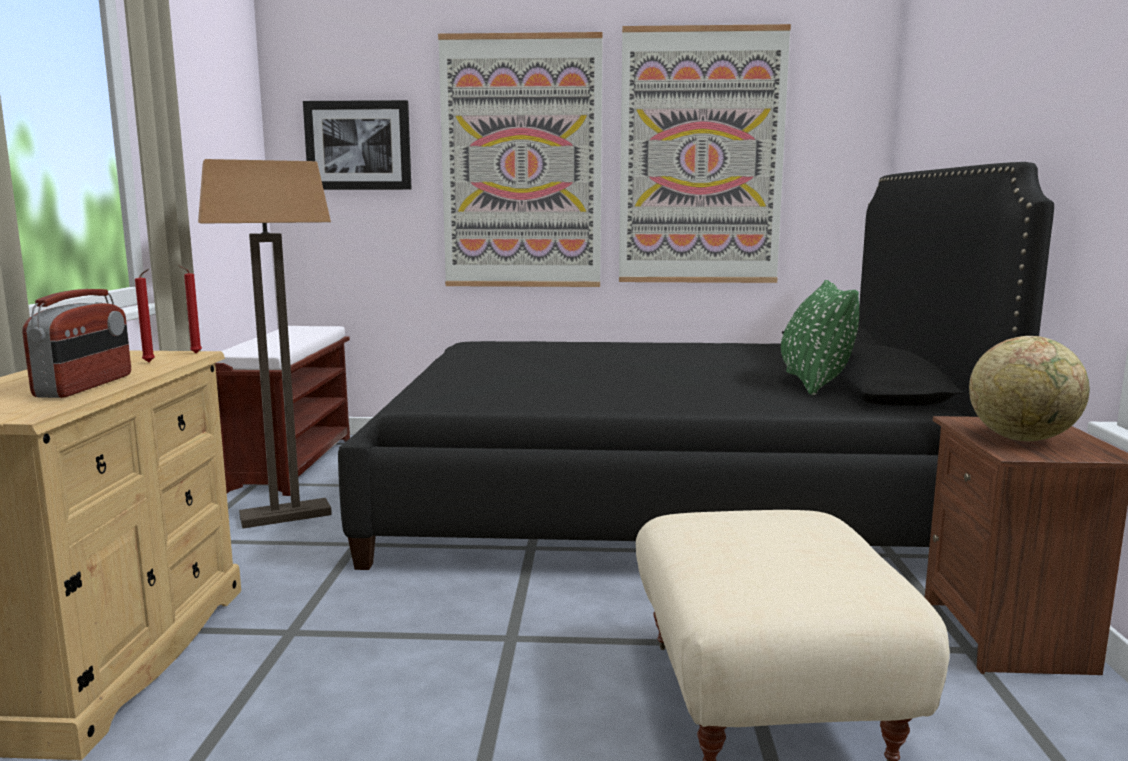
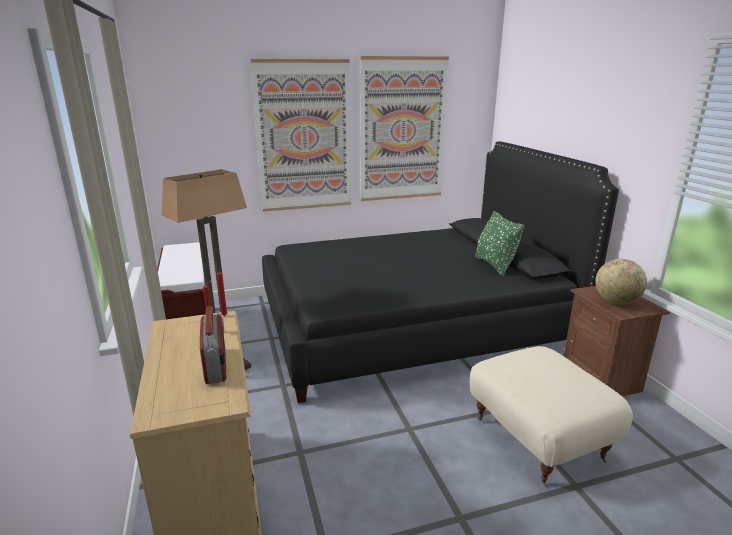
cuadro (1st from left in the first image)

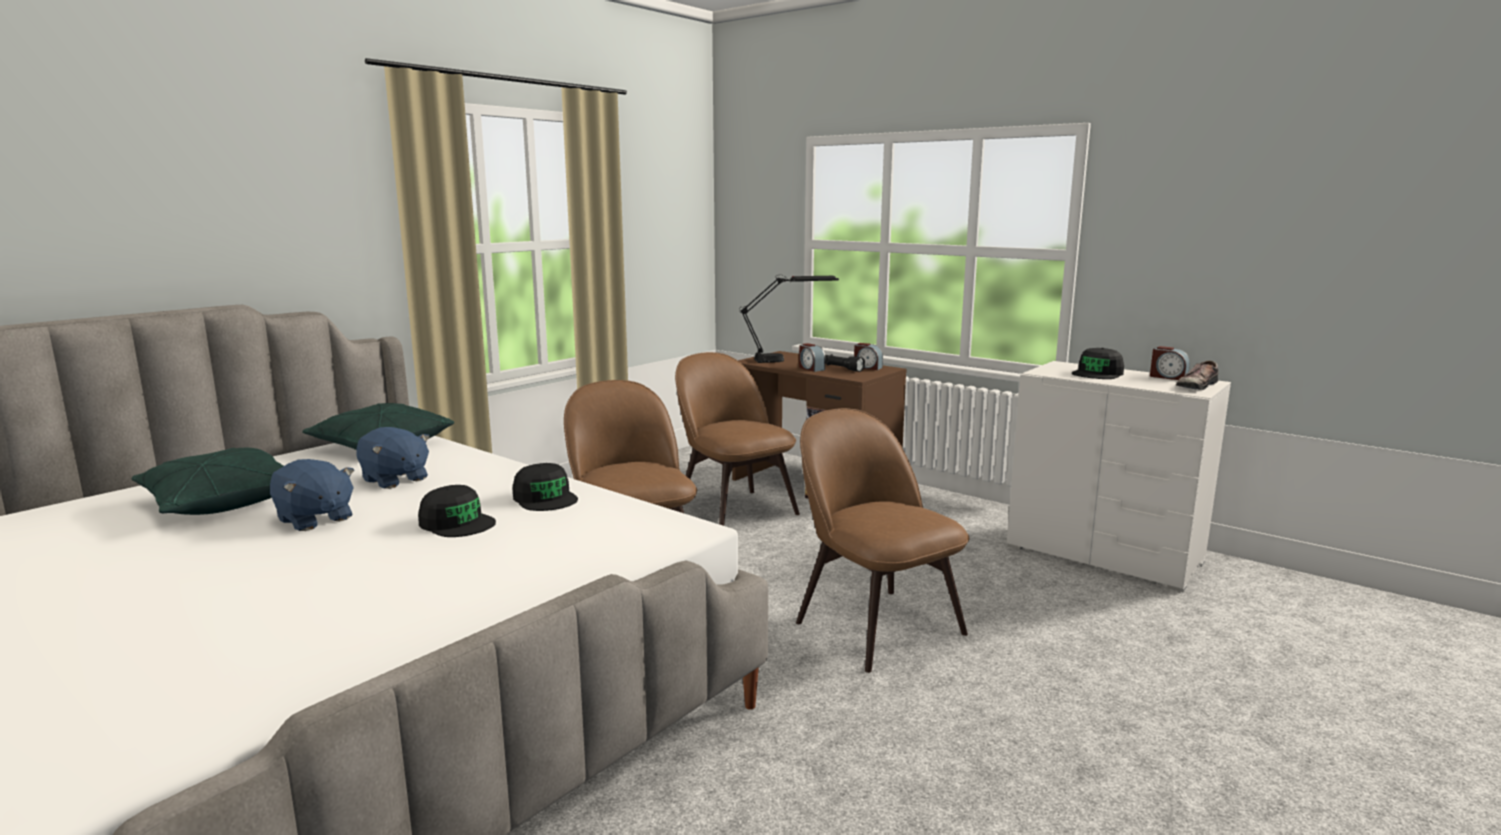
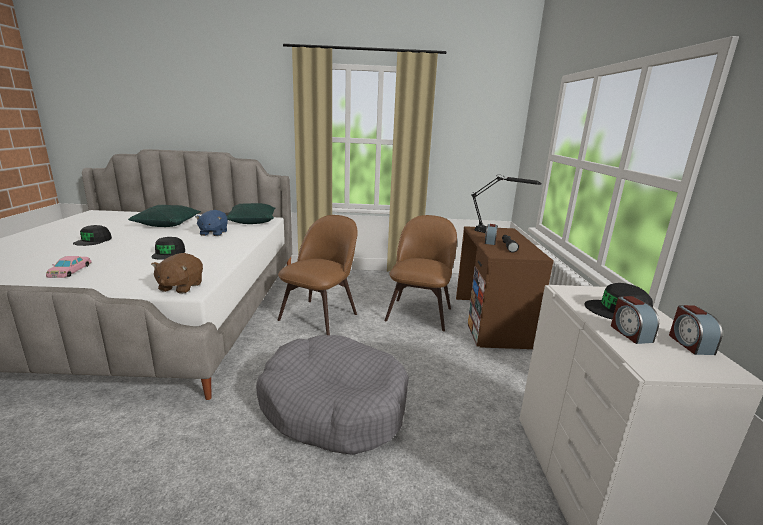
despertador (2nd from left)
zapato
cama para perro/gris
peluche/azul (1st from left in the first image)
gorra/negro (1st from left)
peluche/marrón
coche de juguete/rosa

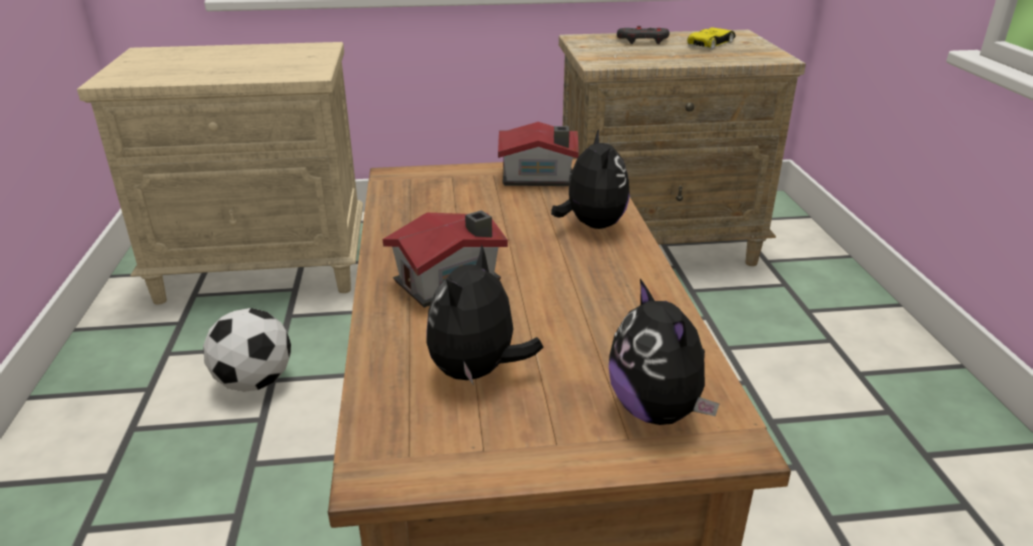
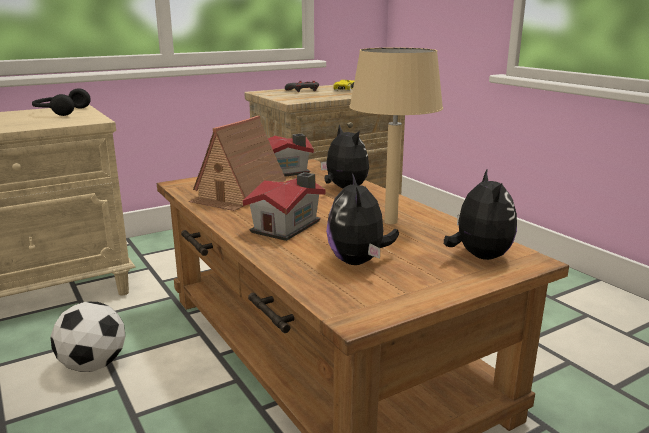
peluche (3rd from left)
lámpara de mesa/beis
auriculares/negro
casita (1st from left)

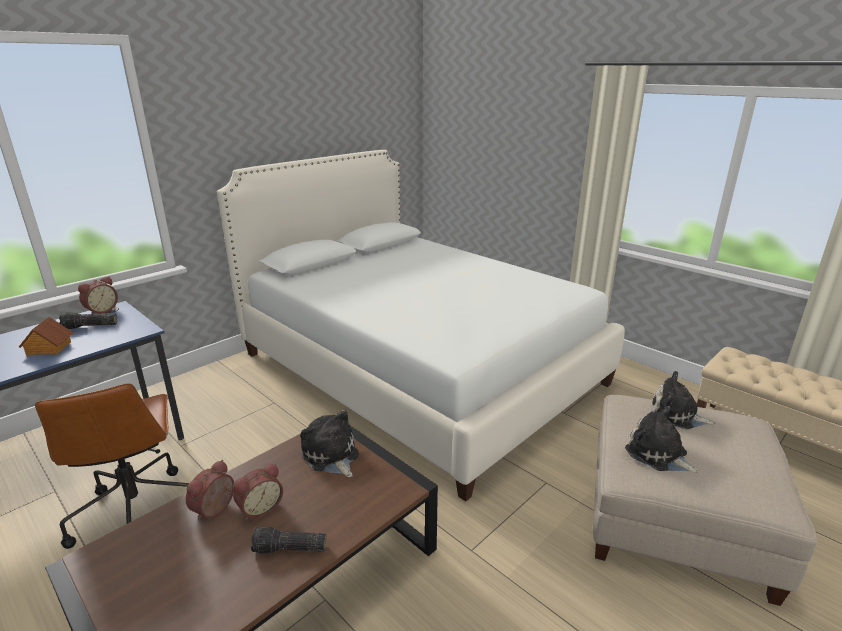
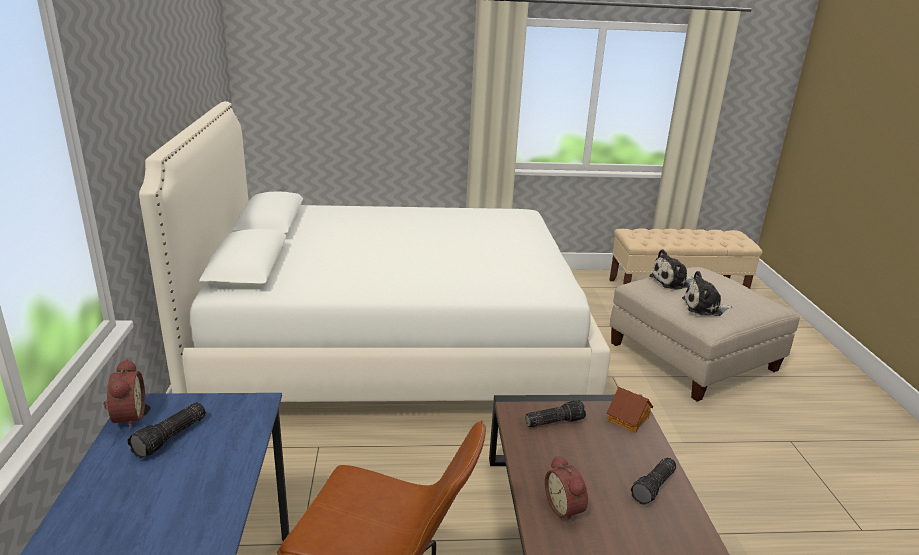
casita
linterna (2nd from left)
despertador (3rd from left in the first image)

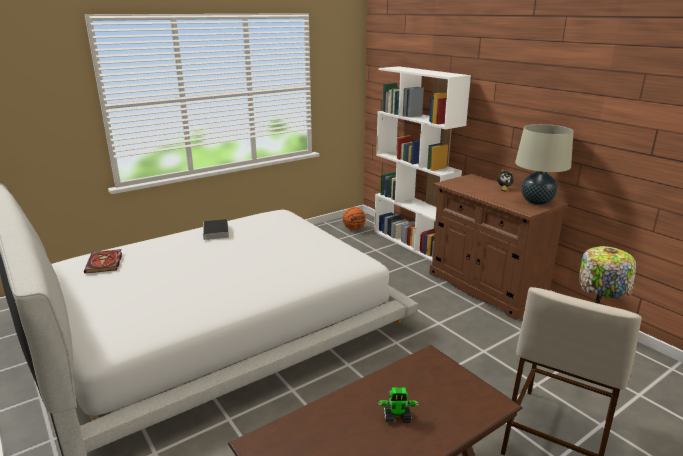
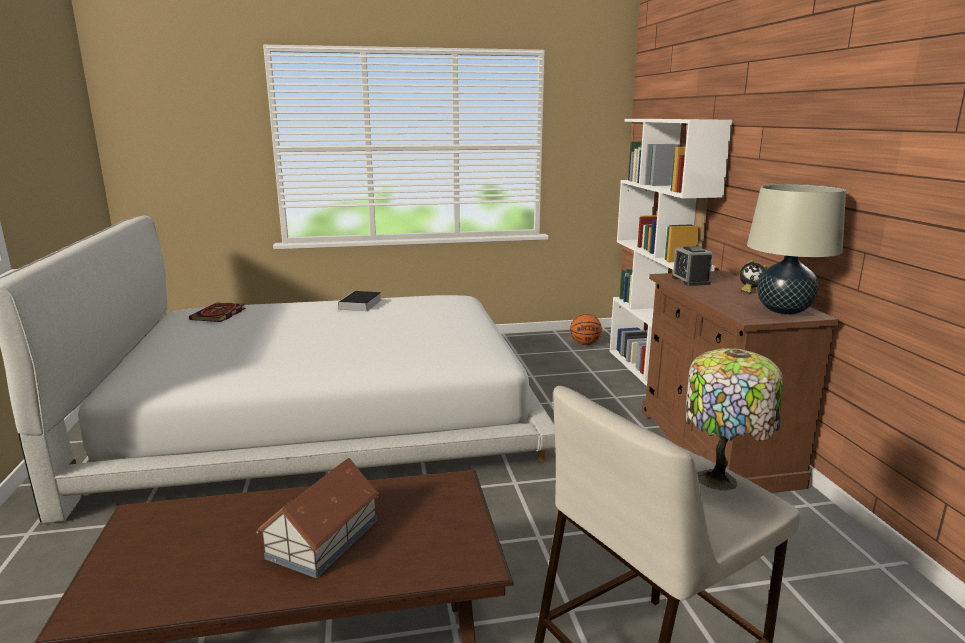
casita
despertador (1st from left)

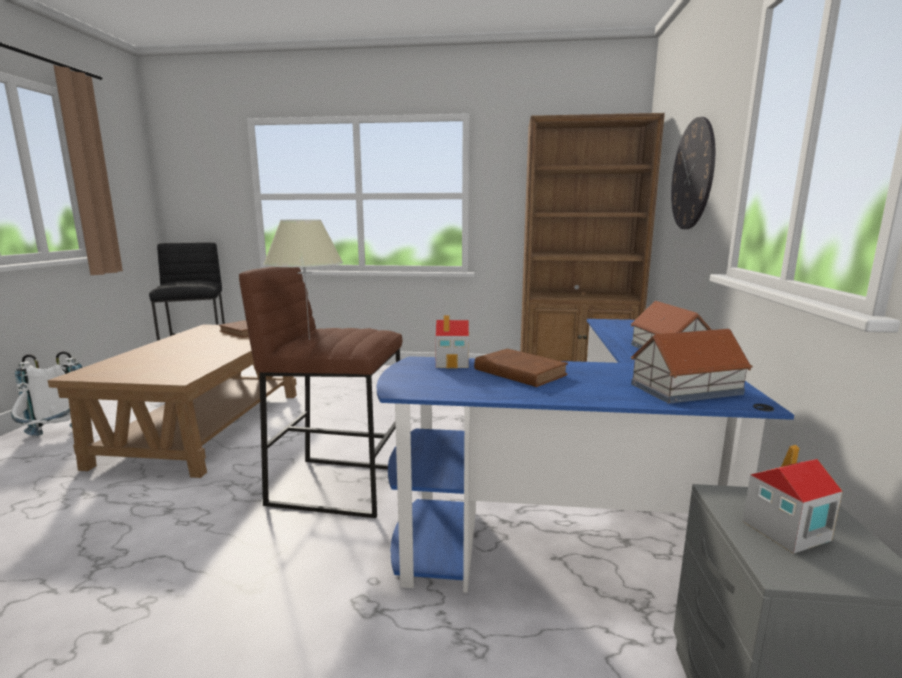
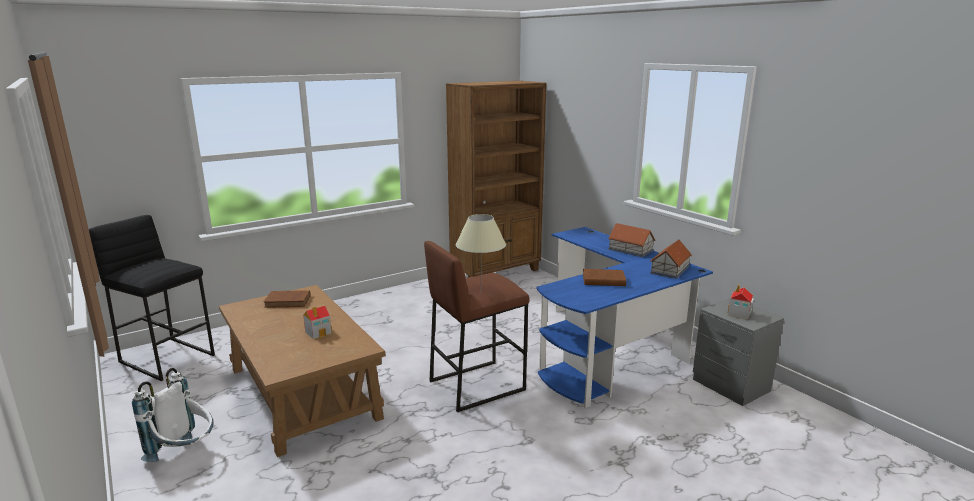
reloj de pared
casita (1st from left)

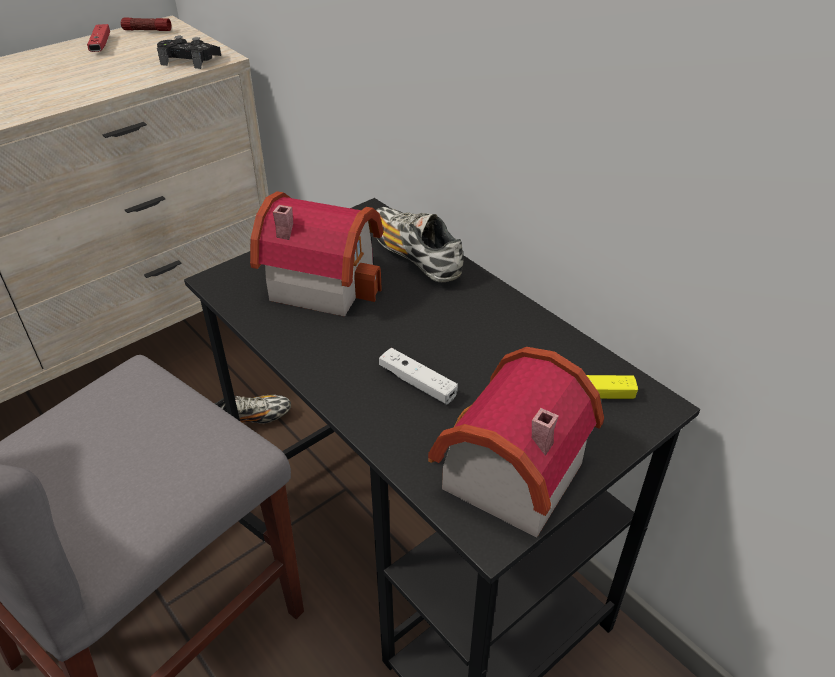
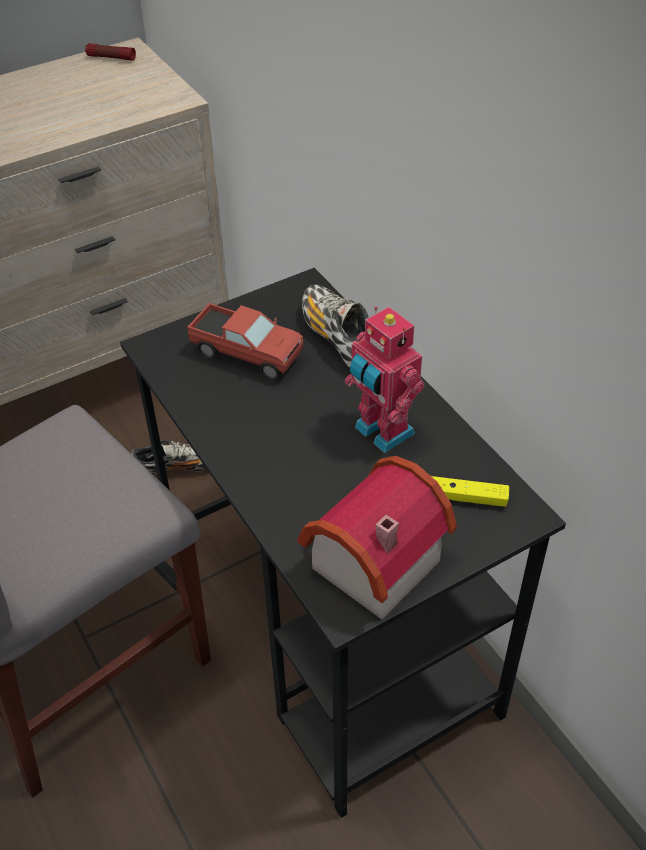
mando de consola/rojo
mando de consola/negro
camión de juguete
mando de consola/blanco
robot de juguete

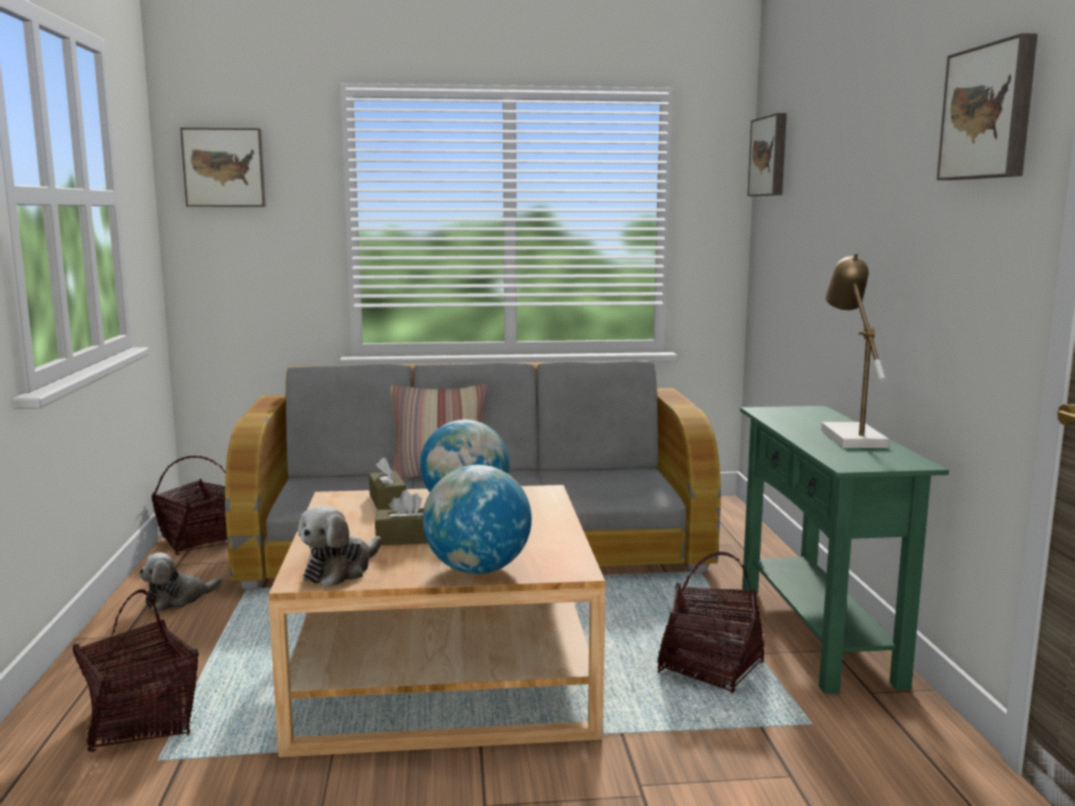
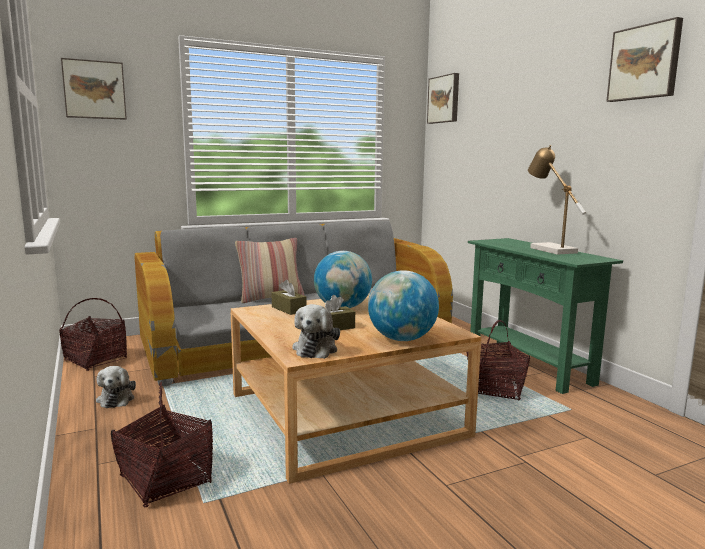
peluche (1st from left)

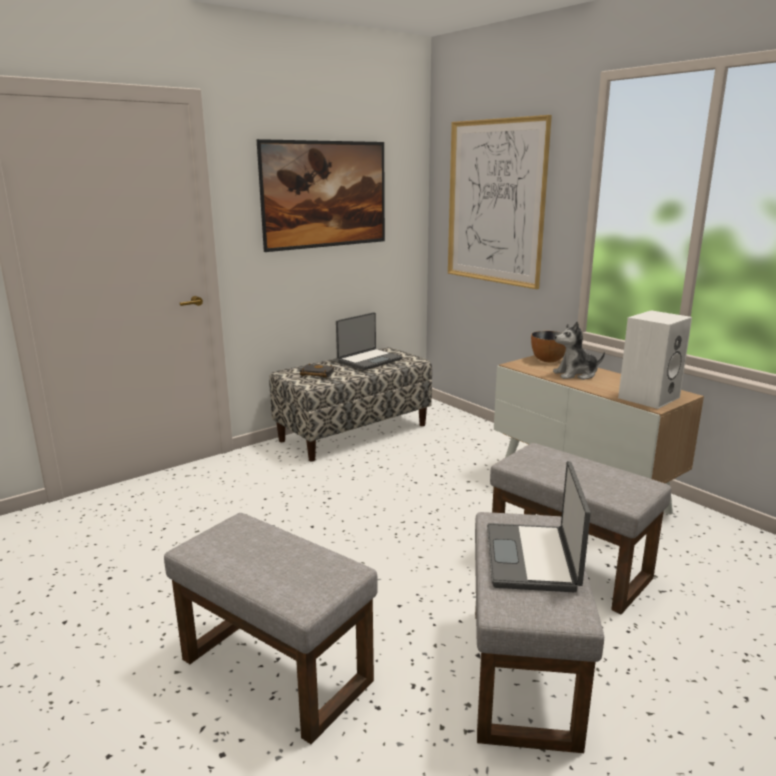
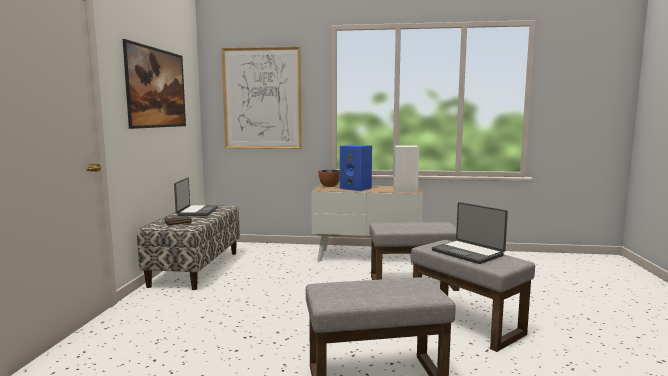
altavoz/azul

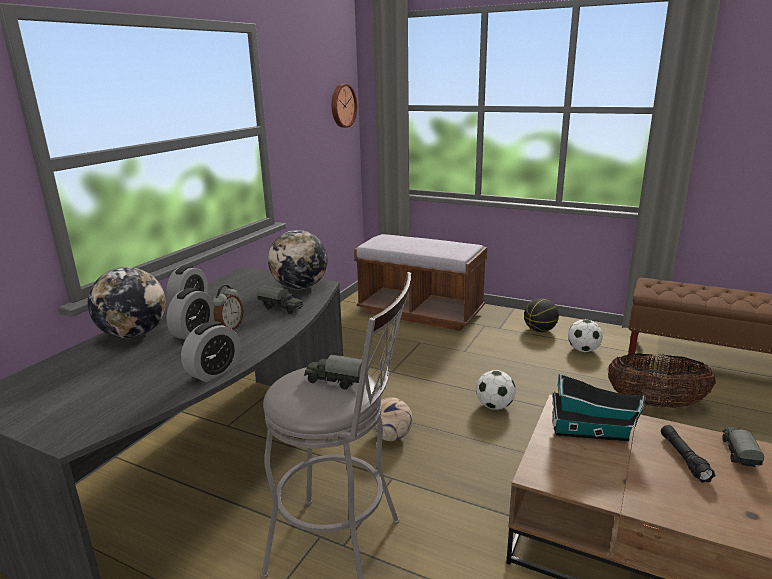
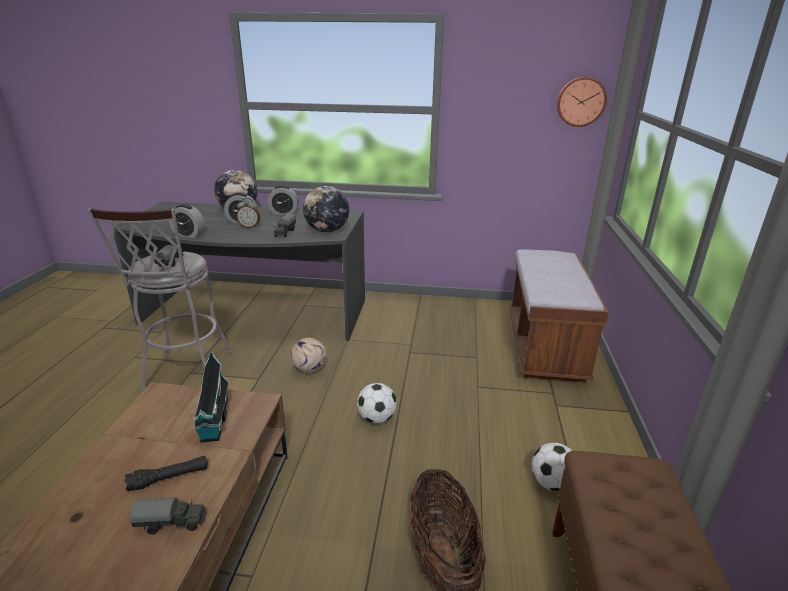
balón de baloncesto

